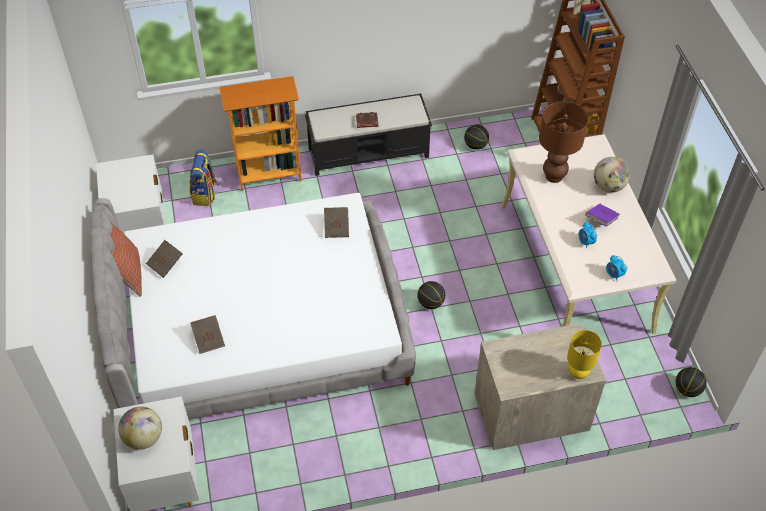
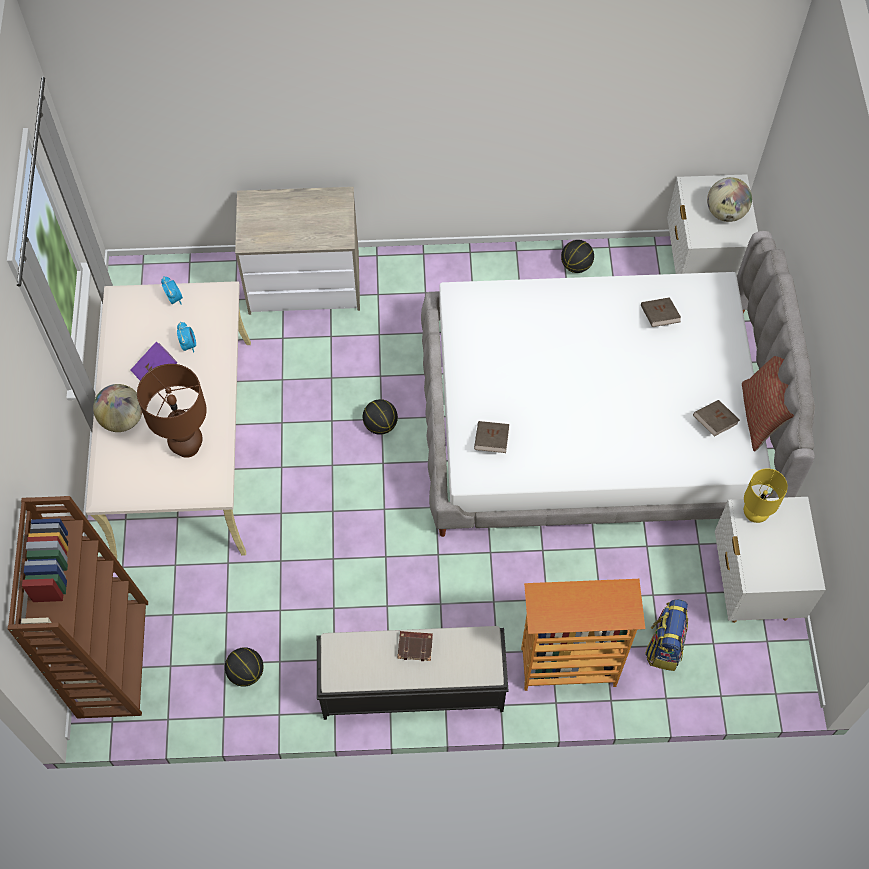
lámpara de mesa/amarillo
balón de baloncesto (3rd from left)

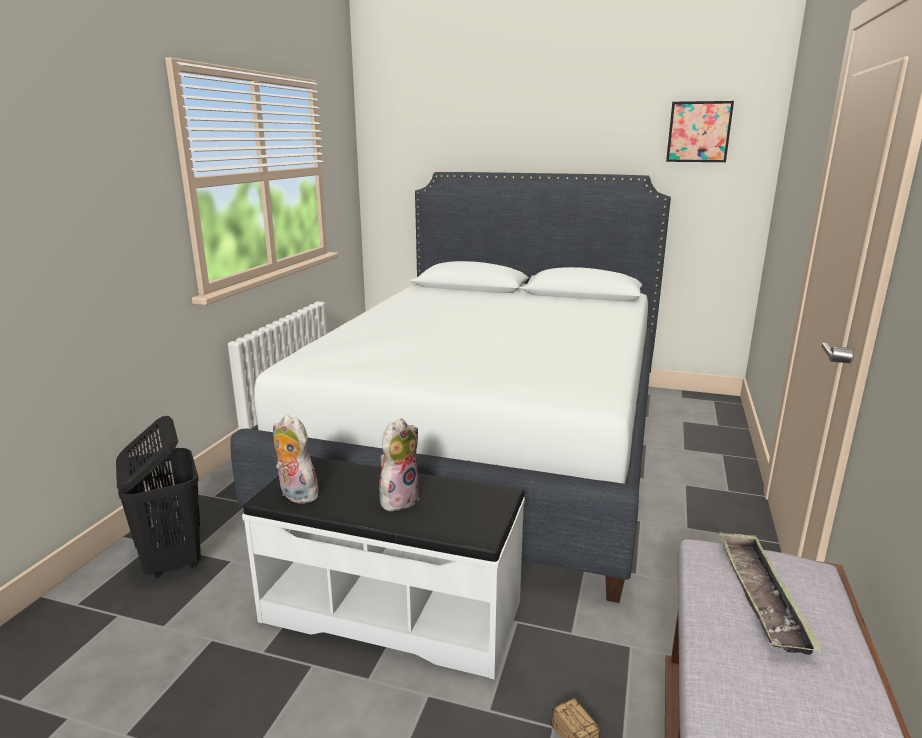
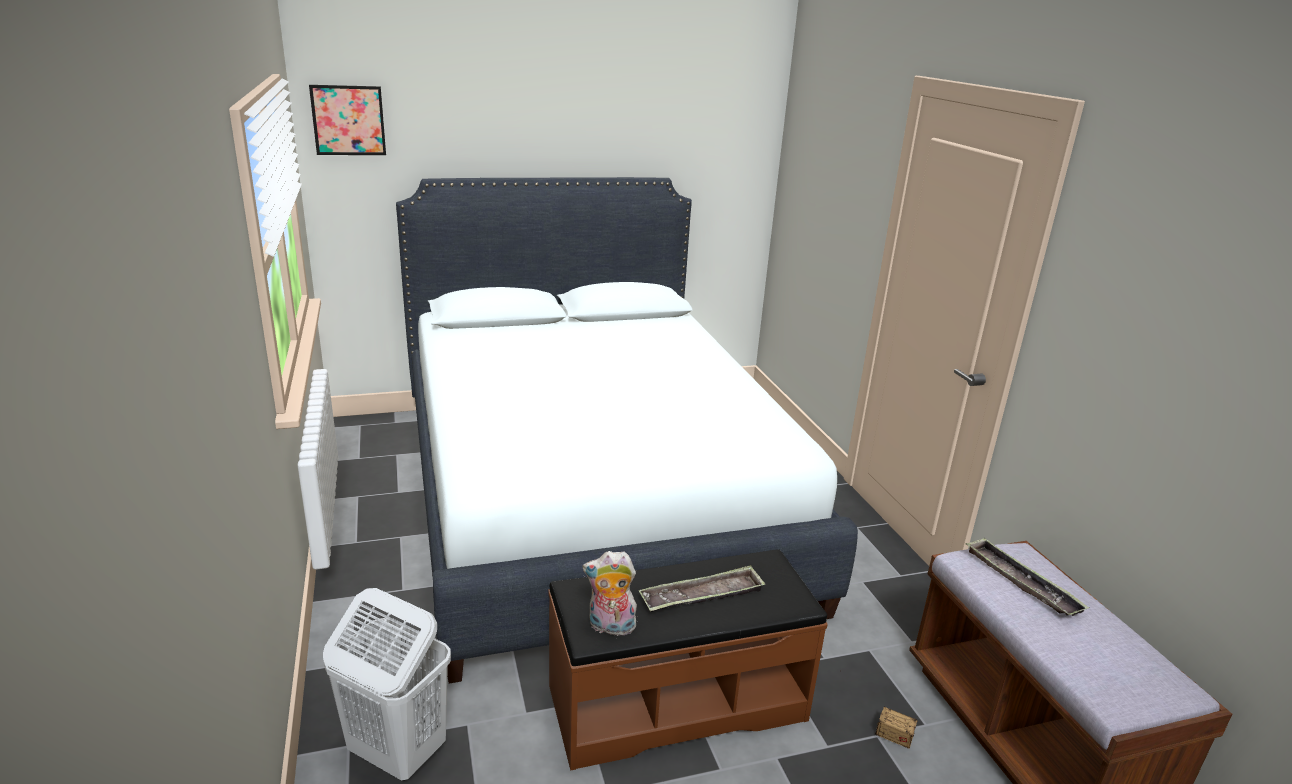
cuadro
cesto de la ropa/blanco
bandeja (1st from left)
banco/marrón (1st from left)

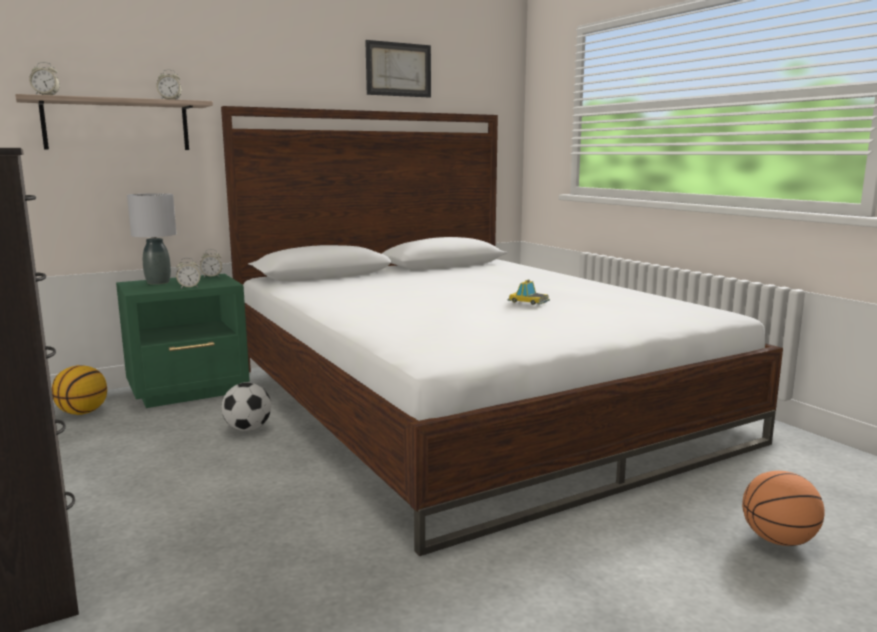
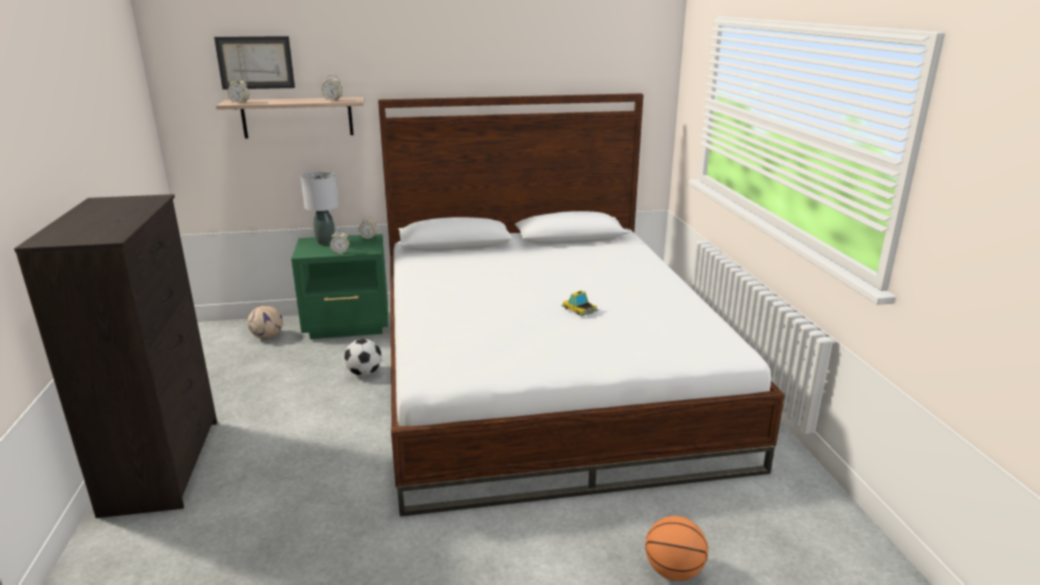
cuadro
balón de fútbol (1st from left)

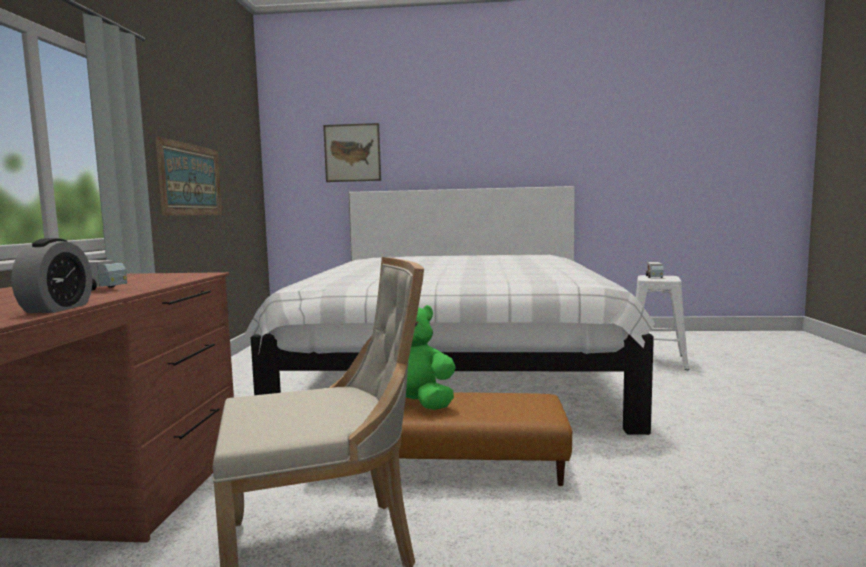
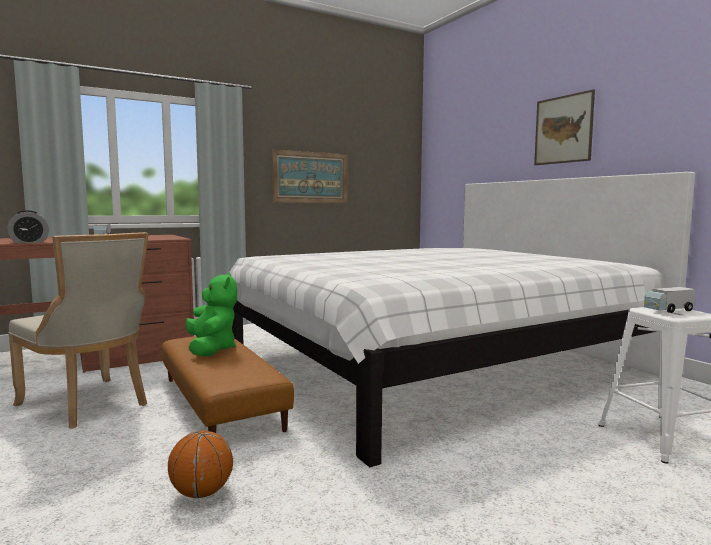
cuadro (2nd from left)
balón de baloncesto

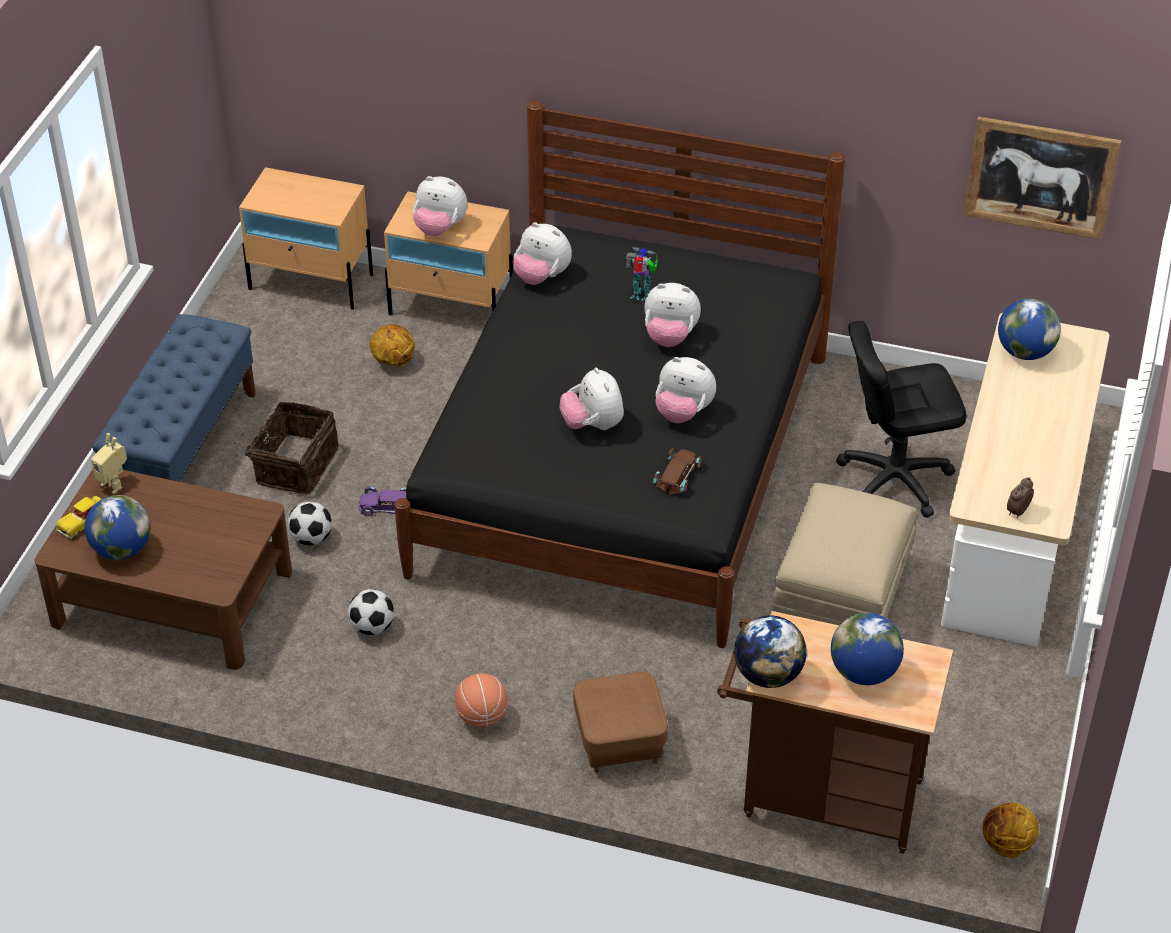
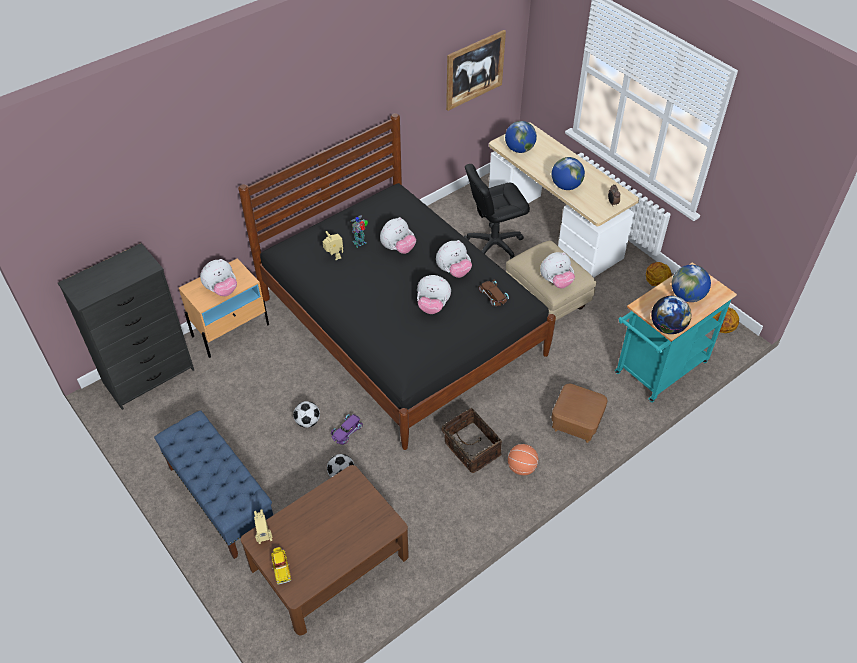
cómoda/negro
peluche (5th from left)
silla de oficina/negro
balón de baloncesto (2nd from left)
cesta
globo terráqueo (2nd from left)
balón de fútbol (1st from left)
carrito/turquesa
robot de juguete (2nd from left)

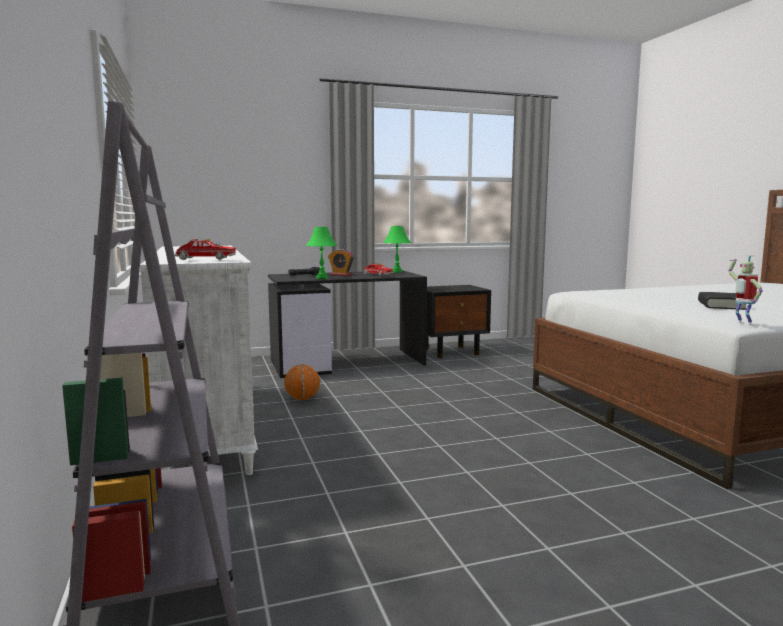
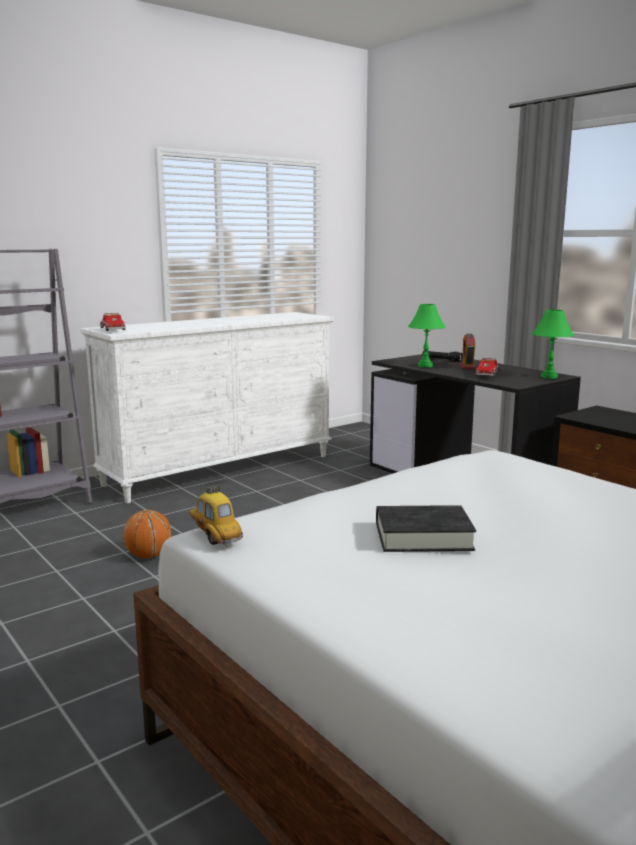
coche de juguete
balón de baloncesto

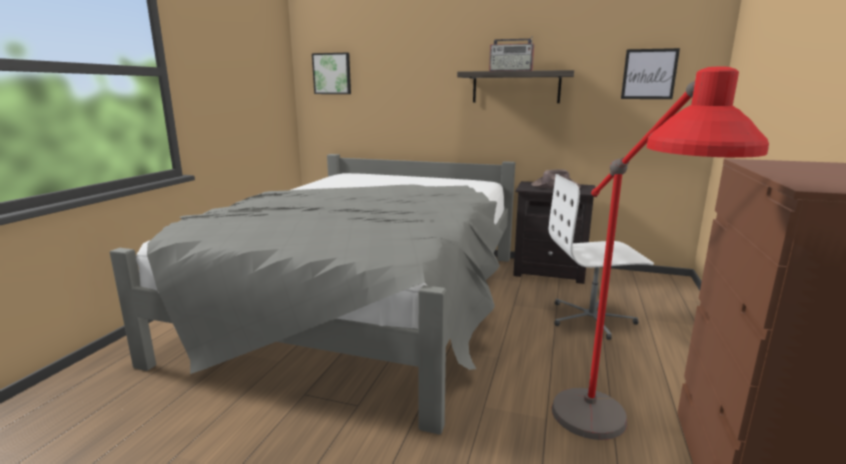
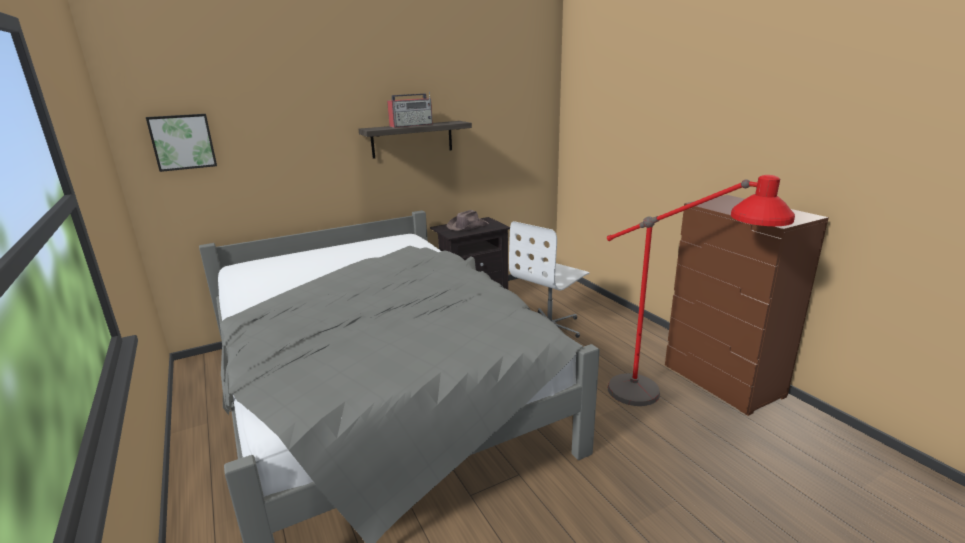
cuadro (2nd from left in the first image)

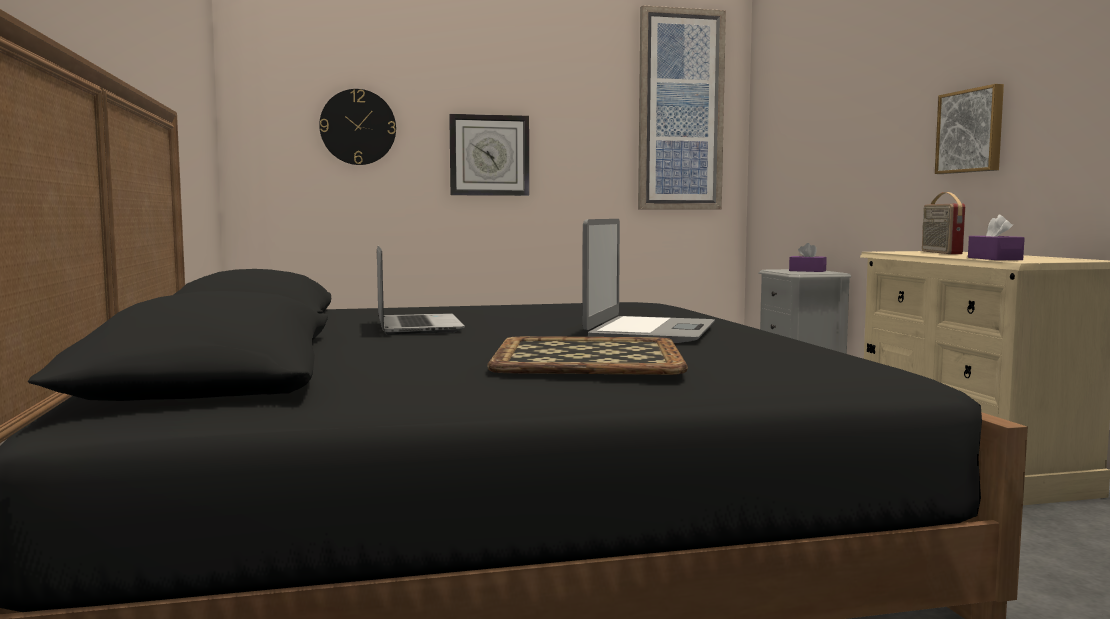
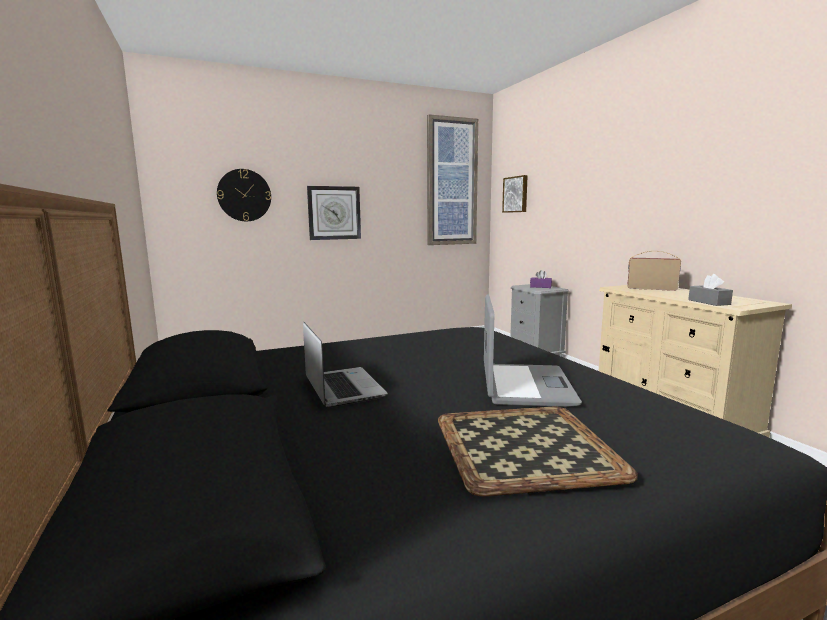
cuadro (2nd from left)
radio
caja de pañuelos/gris

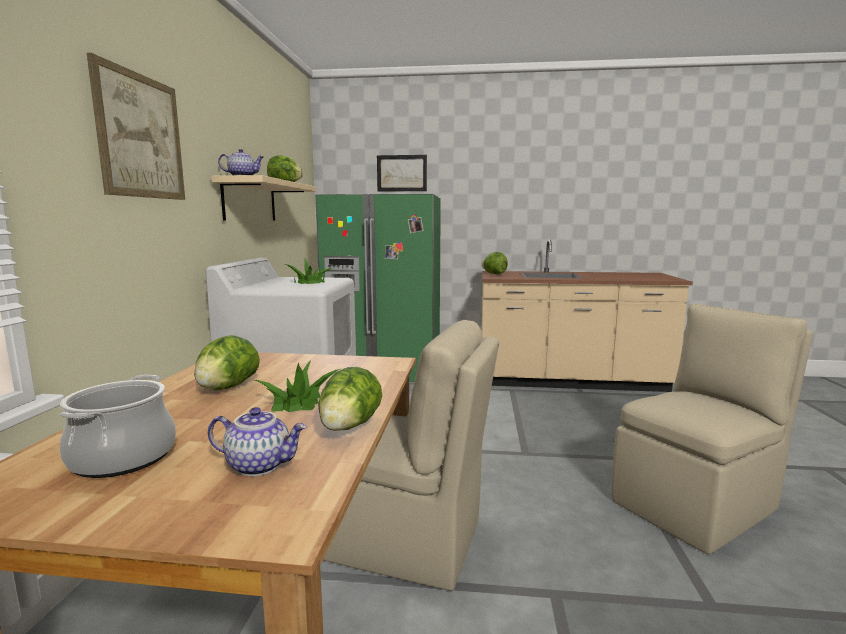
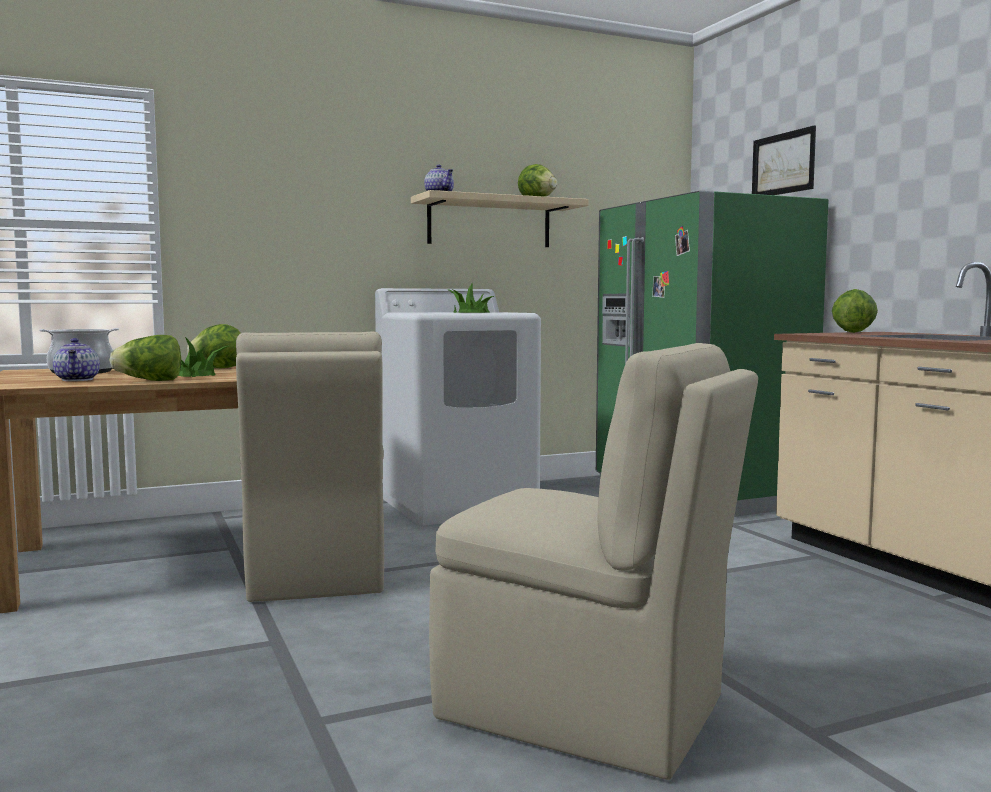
cuadro (1st from left in the first image)

